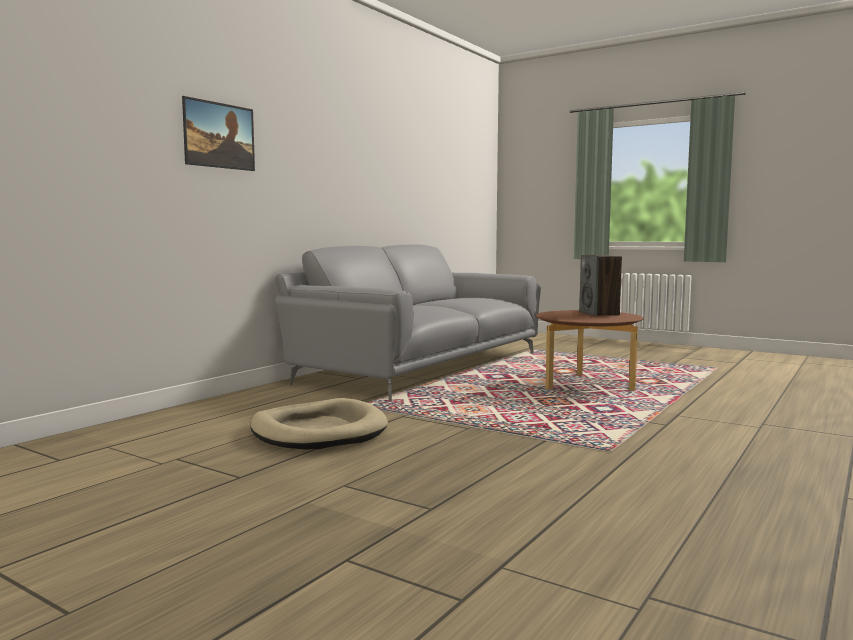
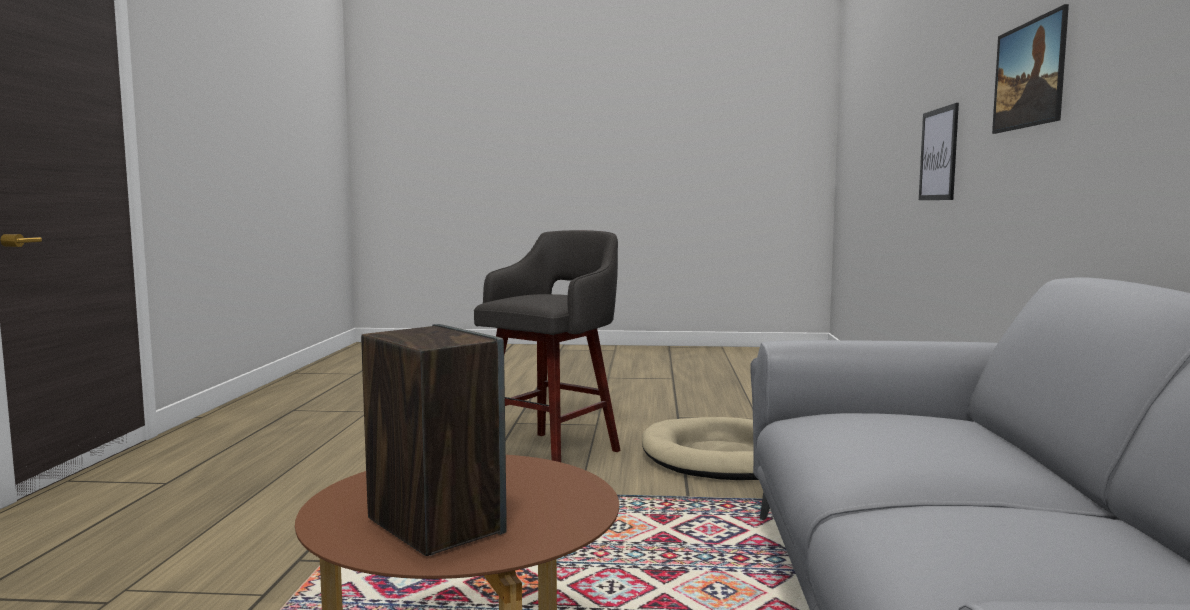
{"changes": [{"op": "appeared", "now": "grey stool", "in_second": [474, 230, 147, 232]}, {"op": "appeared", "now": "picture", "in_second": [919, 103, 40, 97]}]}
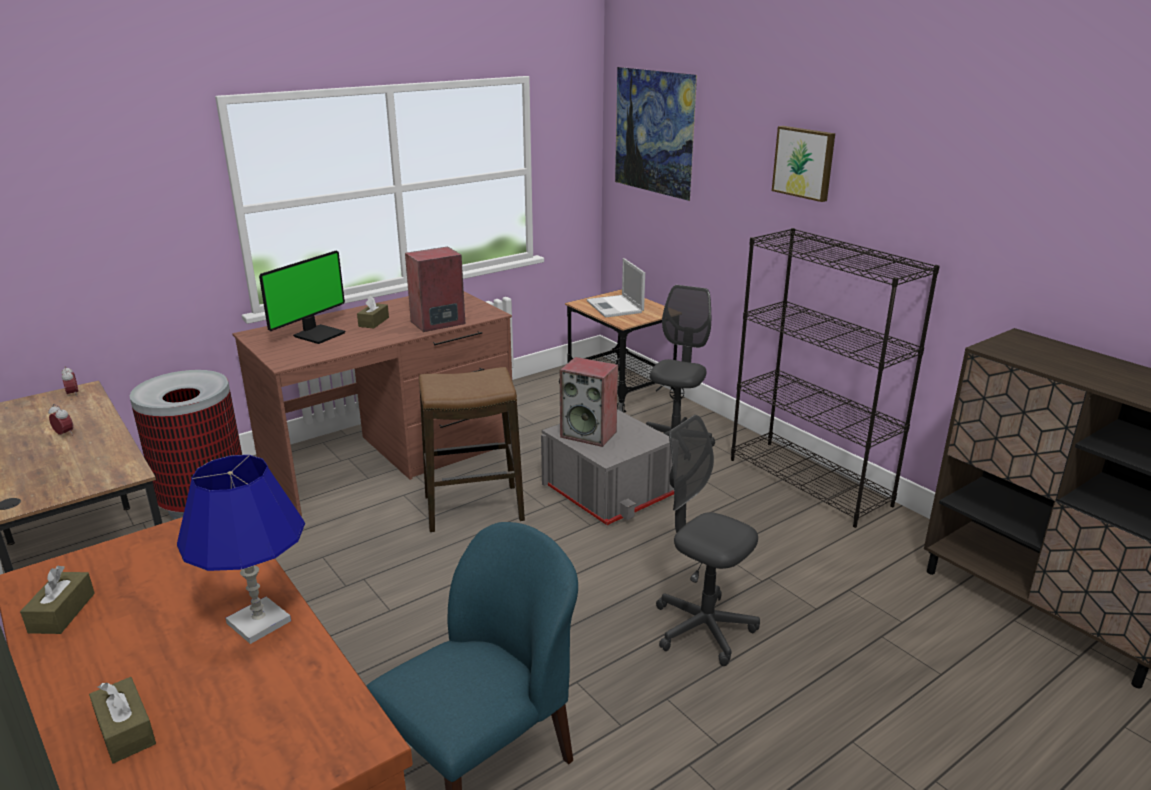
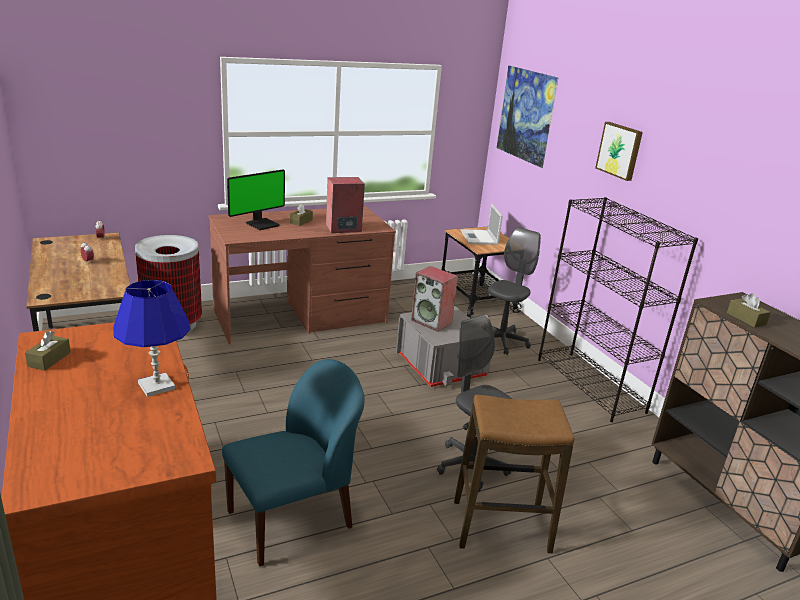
{"changes": [{"op": "relocated", "was": "brown tissue box", "in_first": [89, 677, 67, 87], "in_second": [727, 293, 44, 35]}, {"op": "relocated", "was": "stool", "in_first": [419, 367, 106, 165], "in_second": [454, 395, 120, 158]}]}
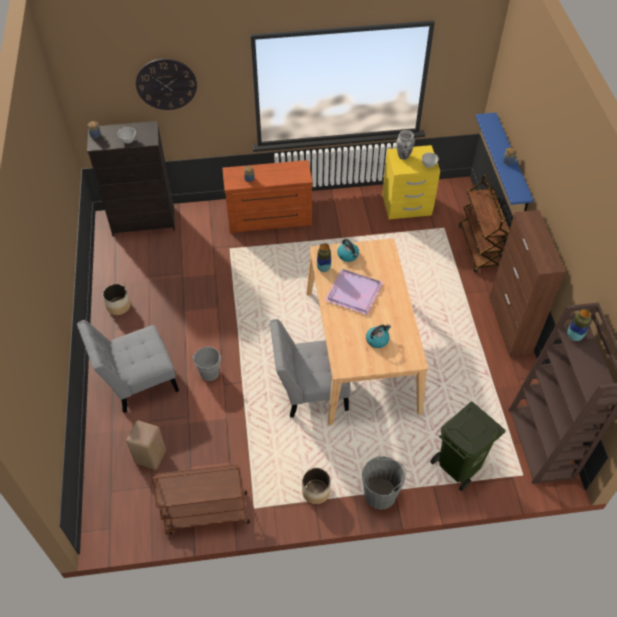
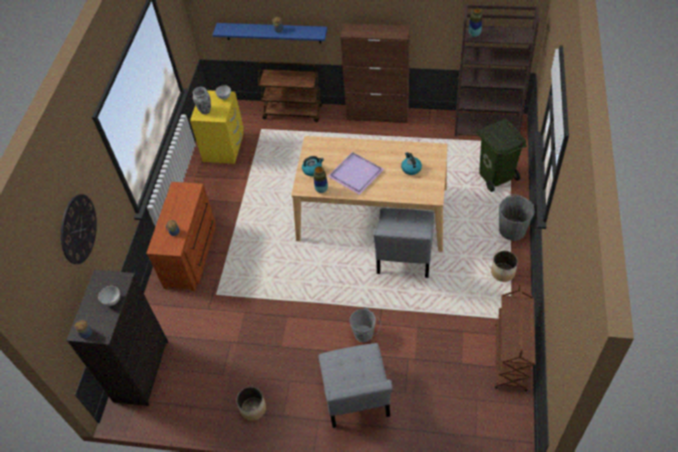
{"changes": [{"op": "missing", "was": "beige stool", "in_first": [126, 420, 40, 50]}]}
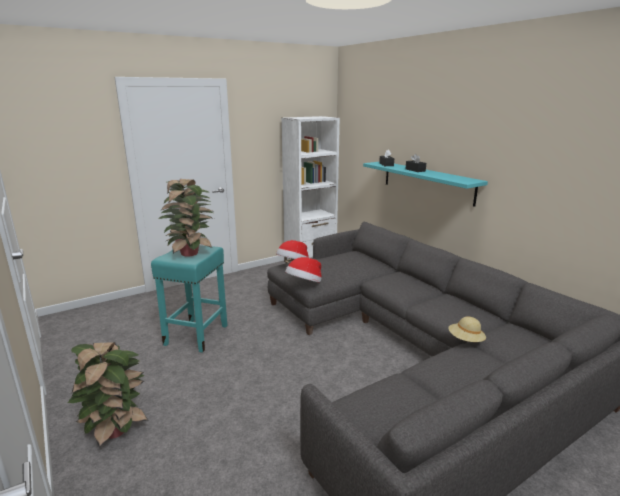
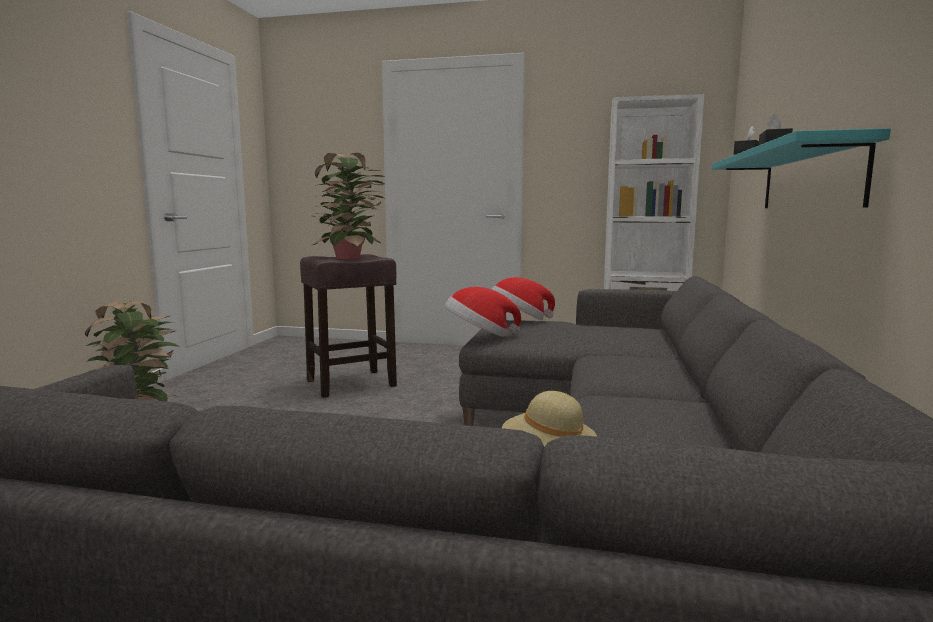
{"changes": [{"op": "colour", "was": "turquoise stool", "now": "brown stool", "in_first": [151, 245, 77, 108], "in_second": [300, 254, 97, 144]}]}
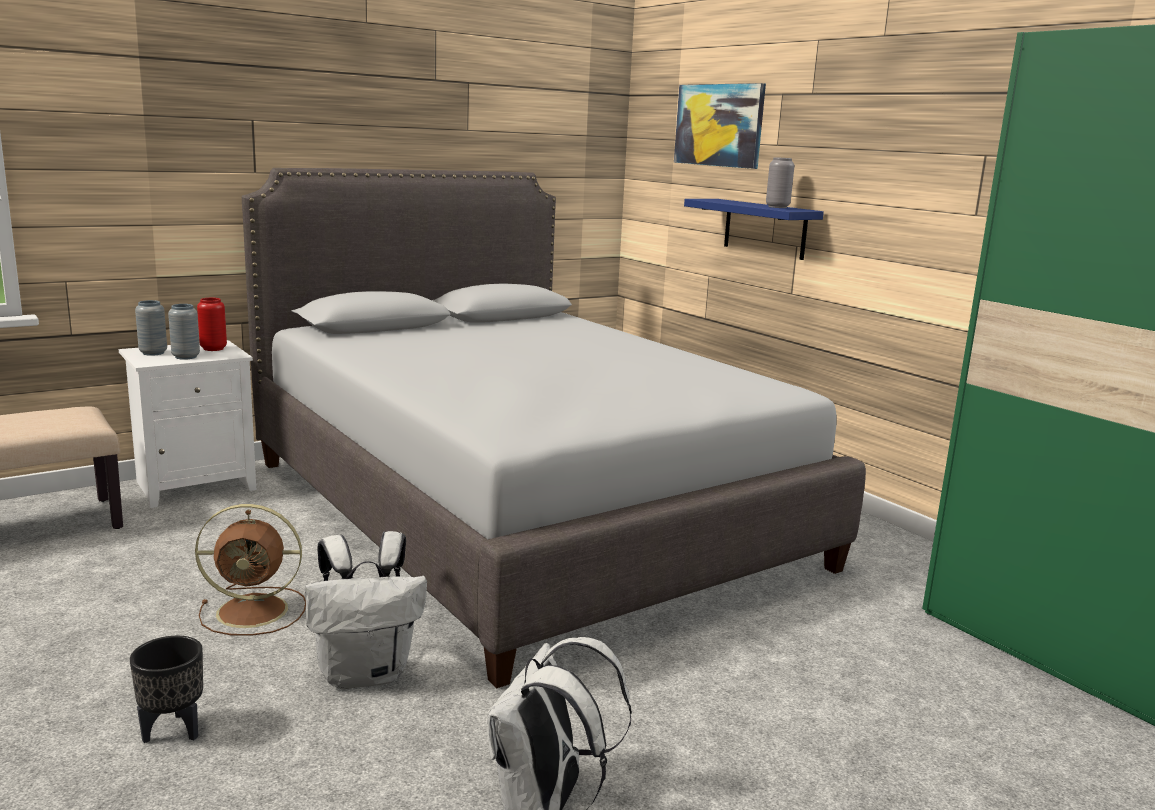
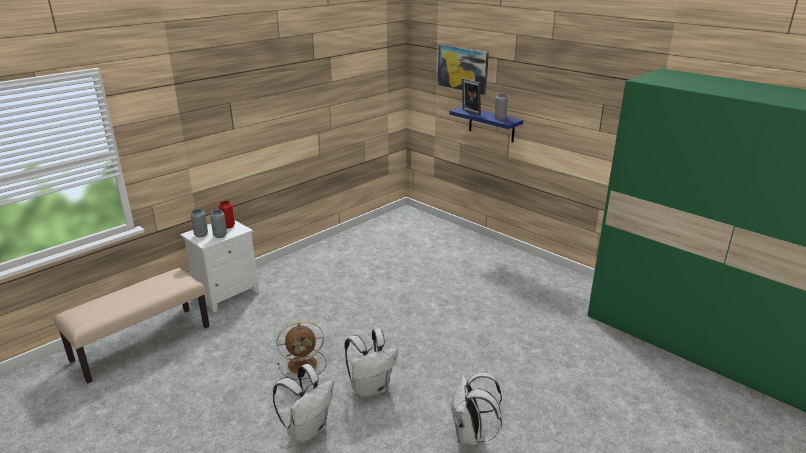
{"changes": [{"op": "exchanged", "was": "black planter", "now": "white backpack", "in_first": [130, 636, 73, 107], "in_second": [273, 364, 61, 79]}, {"op": "missing", "was": "grey bed", "in_first": [242, 168, 624, 520]}, {"op": "appeared", "now": "picture frame", "in_second": [462, 78, 19, 37]}]}
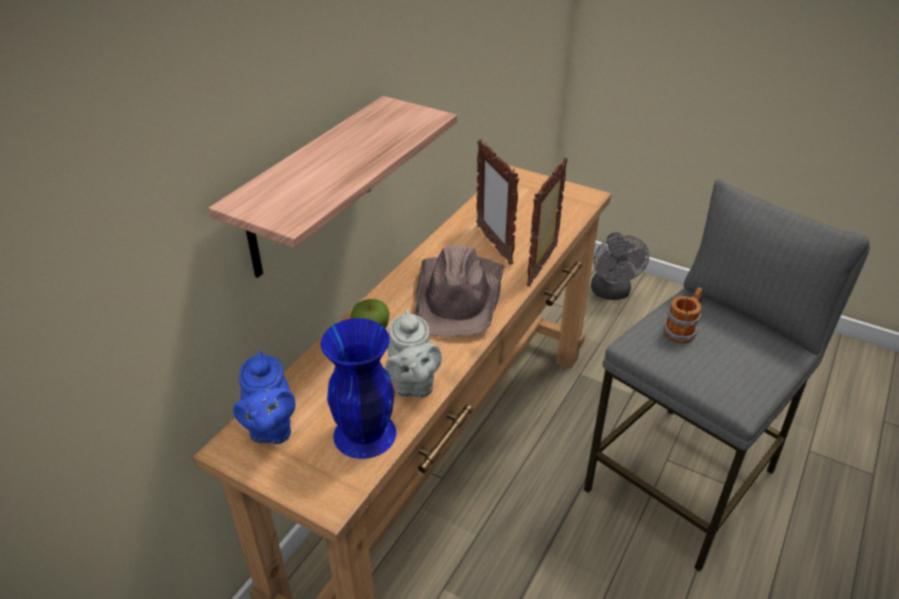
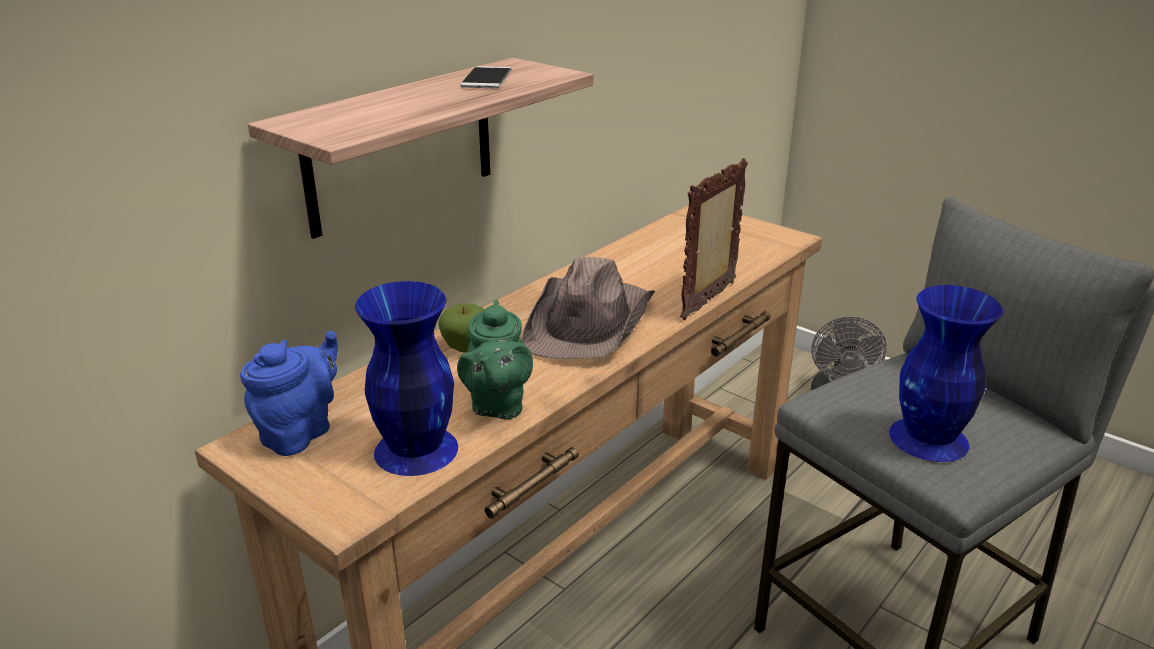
{"changes": [{"op": "spun", "was": "blue teapot", "in_first": [233, 351, 62, 93], "in_second": [240, 331, 98, 125], "clockwise": -150}, {"op": "colour", "was": "grey teapot", "now": "green teapot", "in_first": [385, 310, 57, 87], "in_second": [457, 299, 76, 120]}, {"op": "missing", "was": "picture frame", "in_first": [476, 139, 43, 126]}, {"op": "missing", "was": "mug", "in_first": [663, 287, 40, 57]}, {"op": "appeared", "now": "phone", "in_second": [460, 66, 52, 22]}, {"op": "appeared", "now": "blue vase", "in_second": [889, 285, 114, 177]}]}
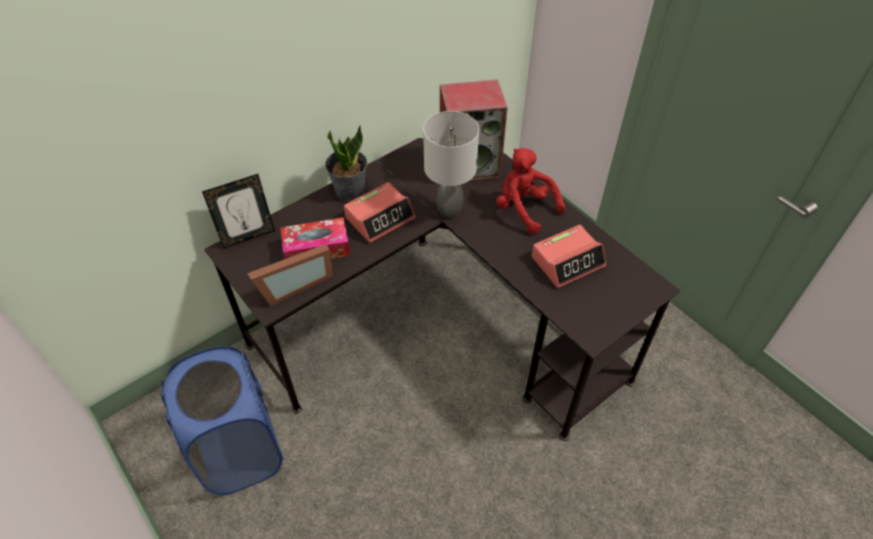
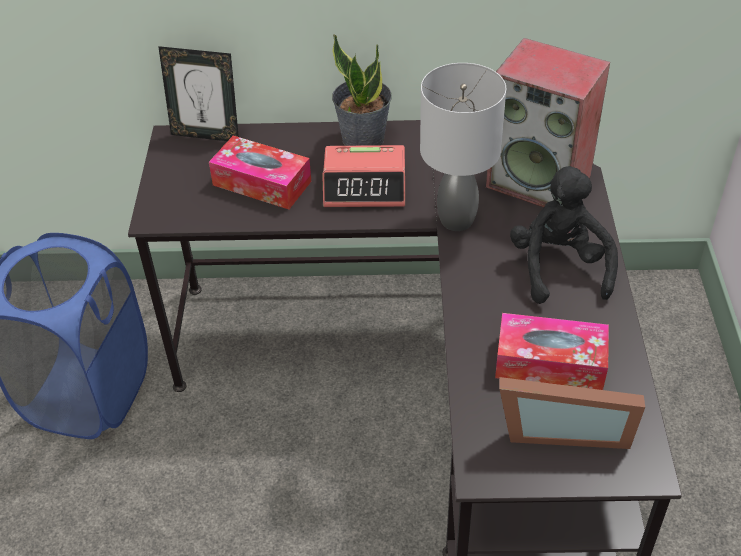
{"changes": [{"op": "relocated", "was": "picture frame", "in_first": [247, 244, 86, 62], "in_second": [499, 377, 146, 72]}, {"op": "colour", "was": "red plush toy", "now": "black plush toy", "in_first": [496, 148, 69, 86], "in_second": [510, 166, 108, 138]}, {"op": "exchanged", "was": "alarm clock", "now": "tissue box", "in_first": [532, 225, 74, 63], "in_second": [495, 313, 114, 77]}]}
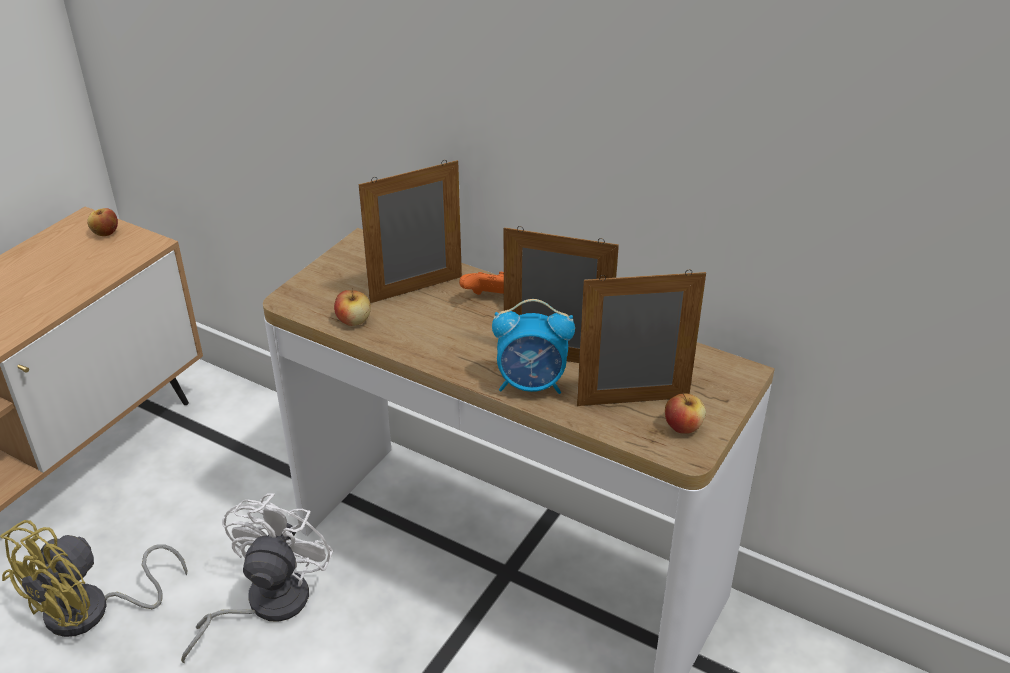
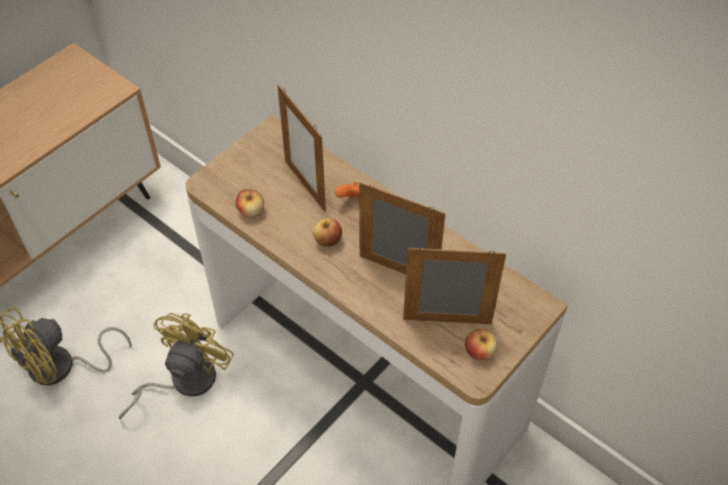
{"changes": [{"op": "relocated", "was": "apple", "in_first": [87, 208, 31, 28], "in_second": [313, 218, 29, 29]}, {"op": "colour", "was": "white fan", "now": "yellow fan", "in_first": [181, 493, 152, 171], "in_second": [119, 313, 115, 106]}, {"op": "spun", "was": "picture frame", "in_first": [359, 160, 103, 143], "in_second": [277, 85, 49, 127], "clockwise": -105}, {"op": "missing", "was": "alarm clock", "in_first": [492, 299, 83, 95]}]}
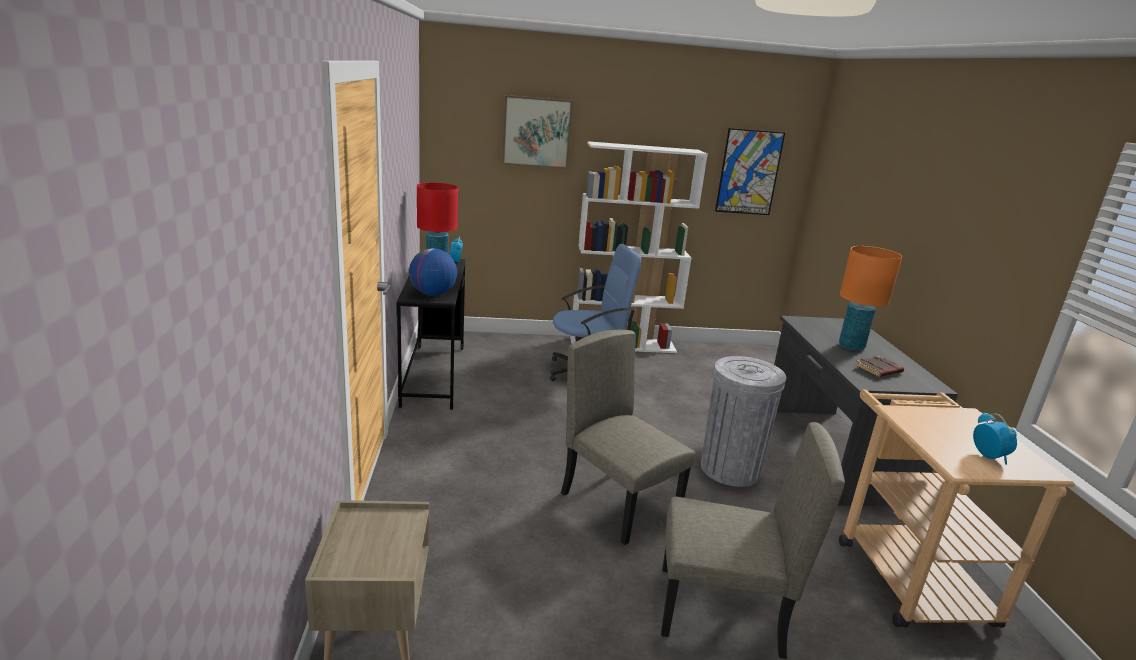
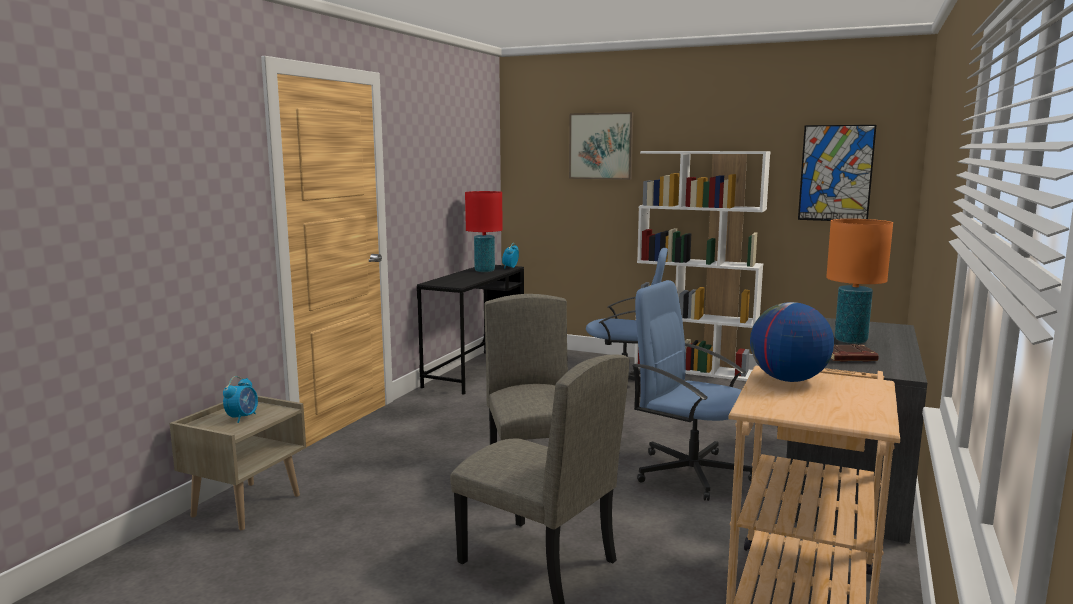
{"changes": [{"op": "relocated", "was": "globe", "in_first": [409, 248, 48, 48], "in_second": [750, 302, 84, 80]}, {"op": "exchanged", "was": "grey trash can", "now": "blue office chair", "in_first": [701, 356, 85, 131], "in_second": [632, 280, 120, 221]}, {"op": "relocated", "was": "alarm clock", "in_first": [973, 412, 44, 53], "in_second": [223, 376, 35, 47]}]}
